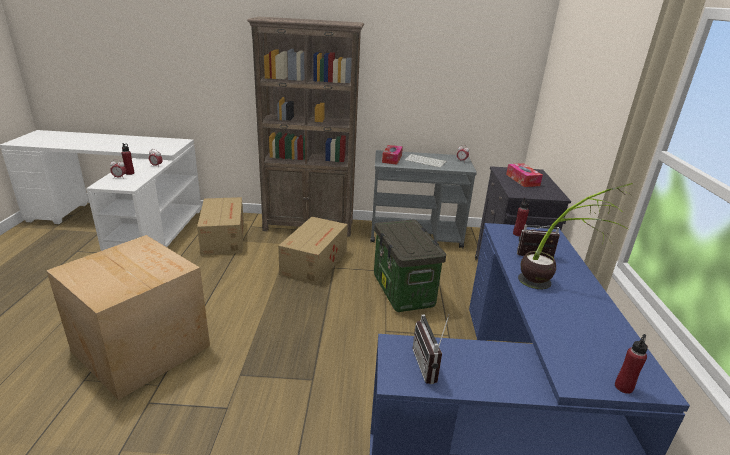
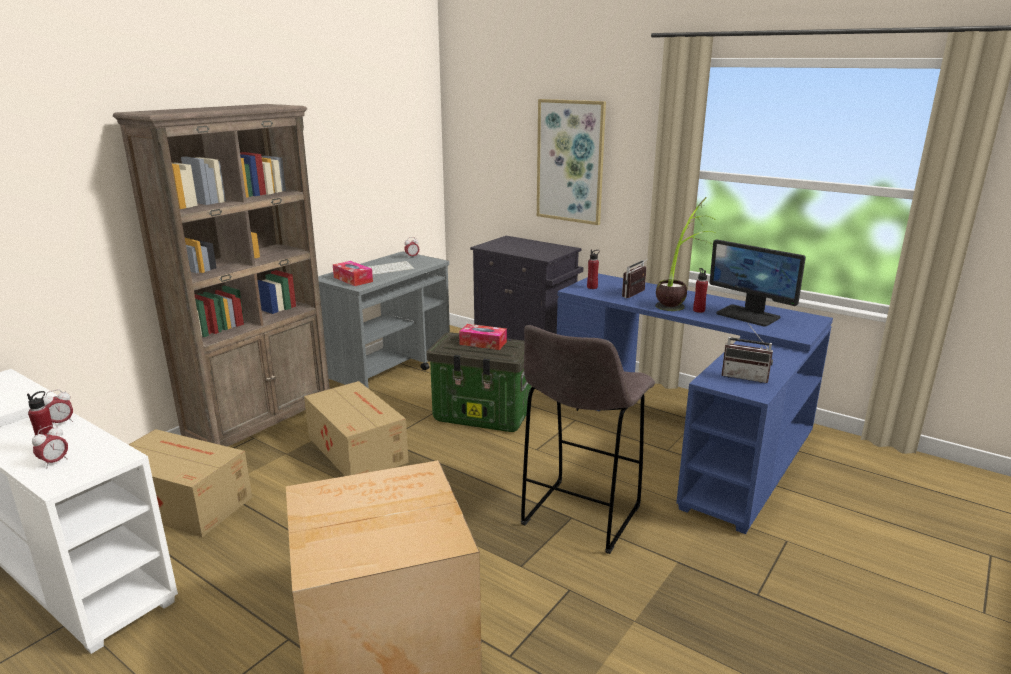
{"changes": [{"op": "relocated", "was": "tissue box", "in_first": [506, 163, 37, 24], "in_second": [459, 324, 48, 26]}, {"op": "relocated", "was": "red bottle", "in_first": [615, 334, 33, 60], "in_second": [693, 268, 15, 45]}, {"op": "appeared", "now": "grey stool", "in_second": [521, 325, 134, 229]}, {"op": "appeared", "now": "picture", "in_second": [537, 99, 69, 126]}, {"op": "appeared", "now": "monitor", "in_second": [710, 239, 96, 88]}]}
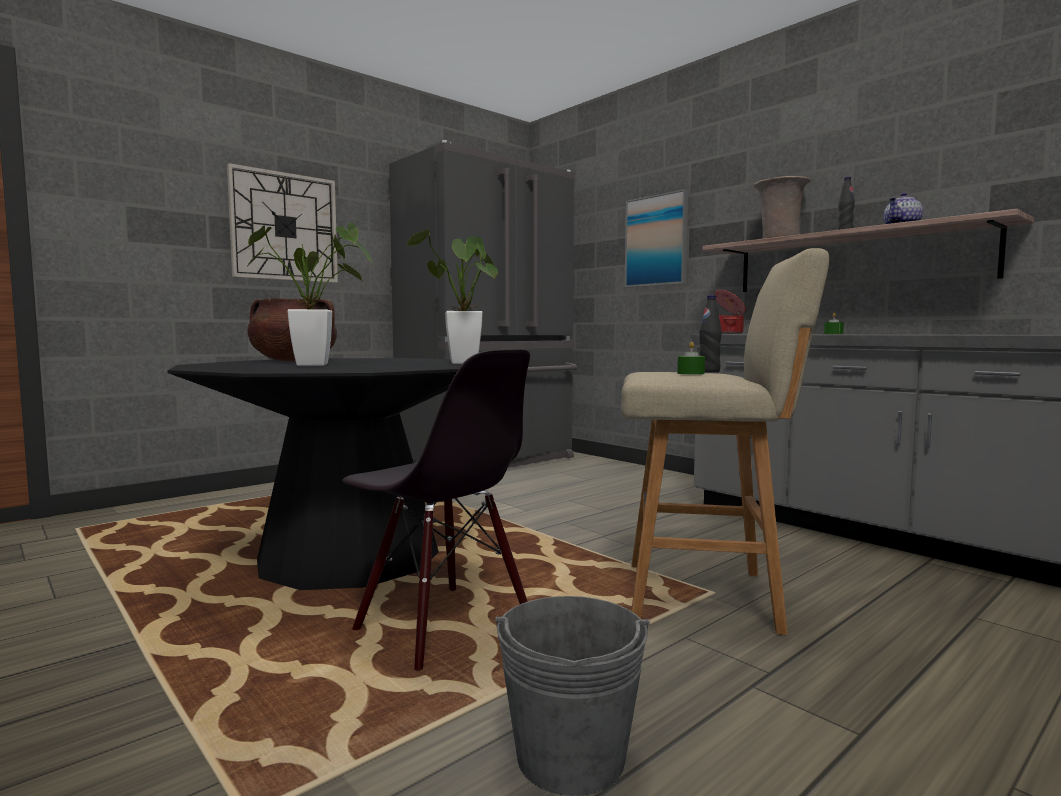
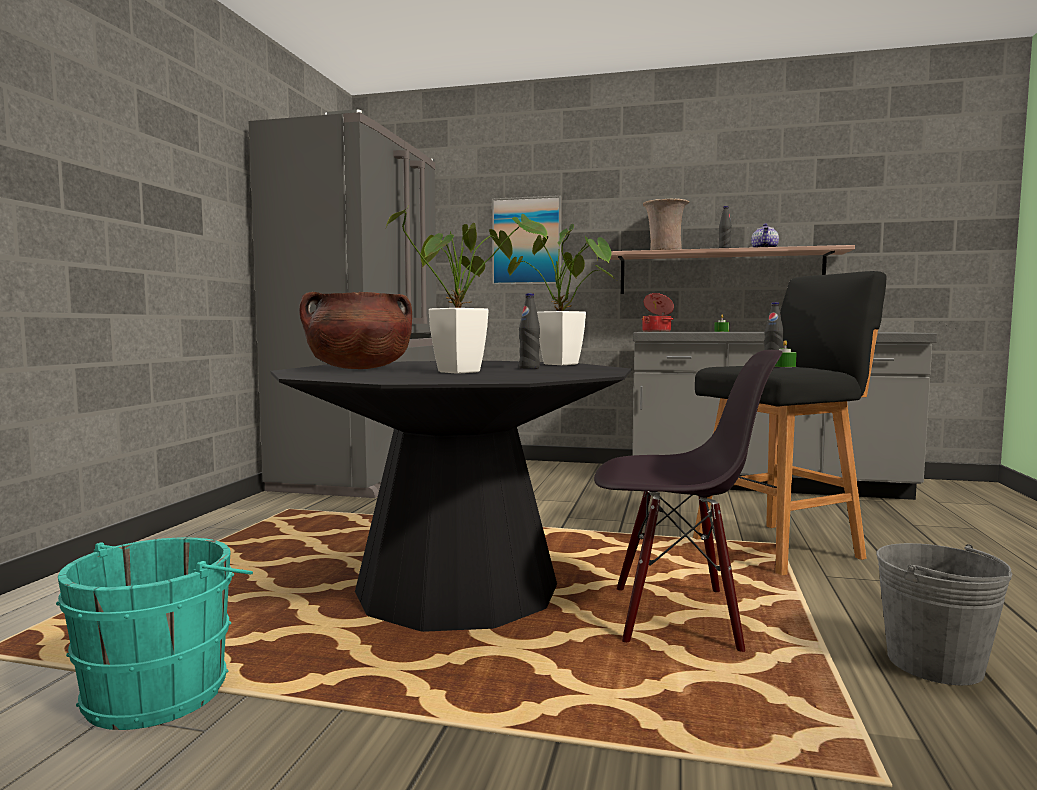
{"changes": [{"op": "missing", "was": "wall clock", "in_first": [227, 163, 111, 120]}, {"op": "colour", "was": "beige stool", "now": "black stool", "in_first": [621, 248, 208, 387], "in_second": [693, 271, 194, 304]}, {"op": "appeared", "now": "turquoise bucket", "in_second": [56, 537, 197, 193]}, {"op": "appeared", "now": "black bottle", "in_second": [519, 293, 21, 76]}]}
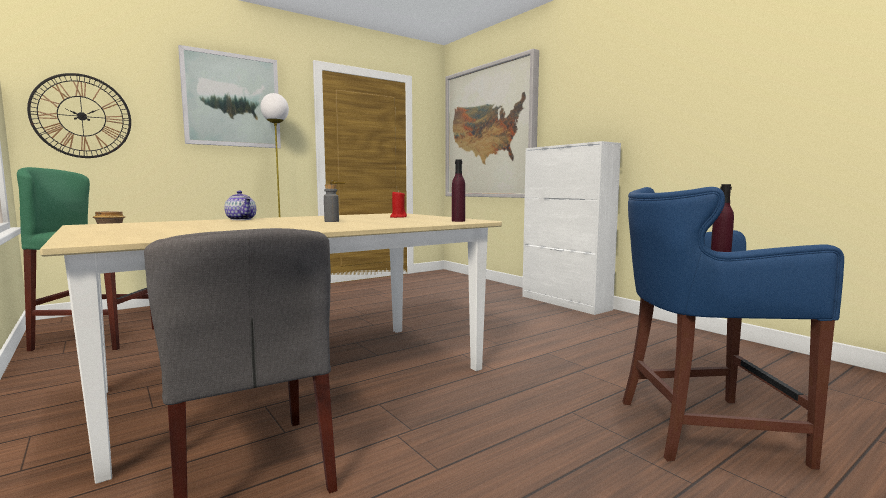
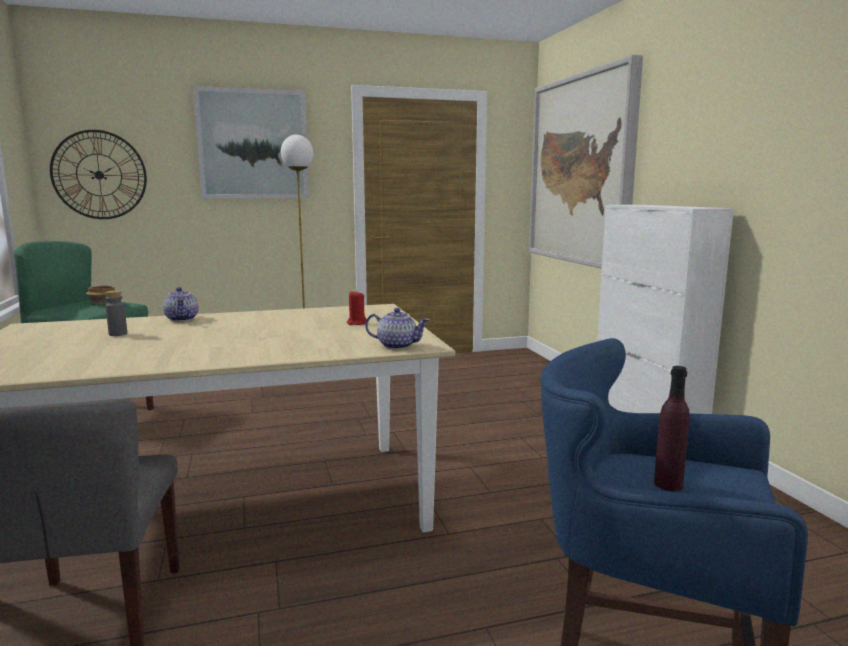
{"changes": [{"op": "relocated", "was": "grey bottle", "in_first": [324, 184, 15, 38], "in_second": [105, 290, 22, 46]}, {"op": "exchanged", "was": "purple bottle", "now": "teapot", "in_first": [452, 159, 13, 63], "in_second": [365, 308, 65, 41]}]}
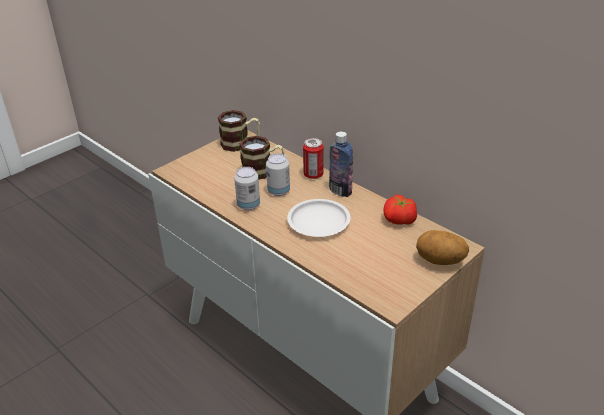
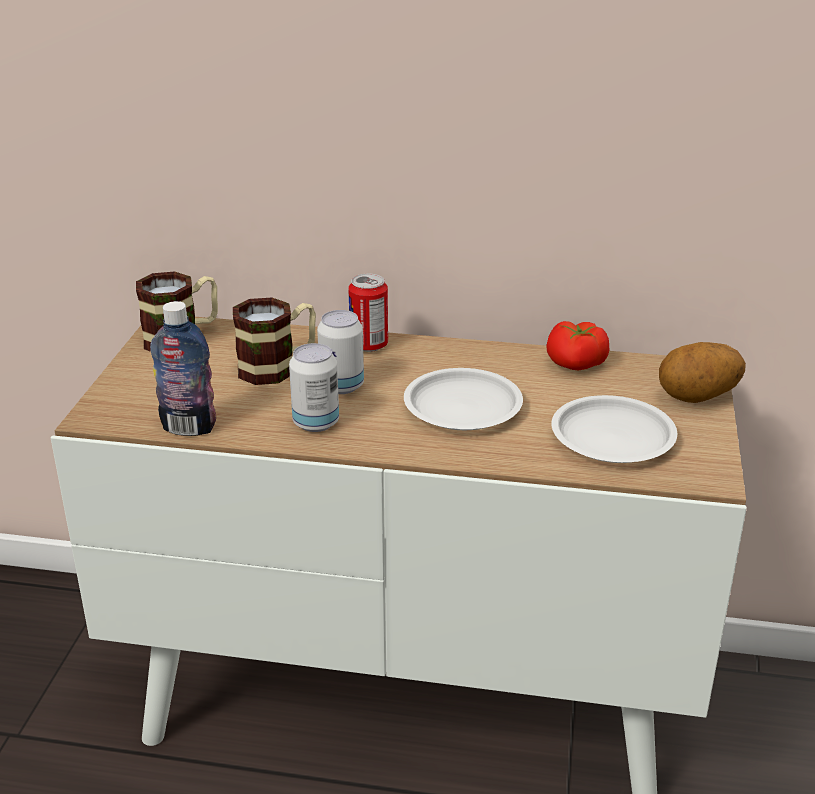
{"changes": [{"op": "relocated", "was": "bottle", "in_first": [329, 132, 24, 65], "in_second": [150, 301, 66, 135]}, {"op": "appeared", "now": "white plate", "in_second": [551, 395, 126, 68]}]}
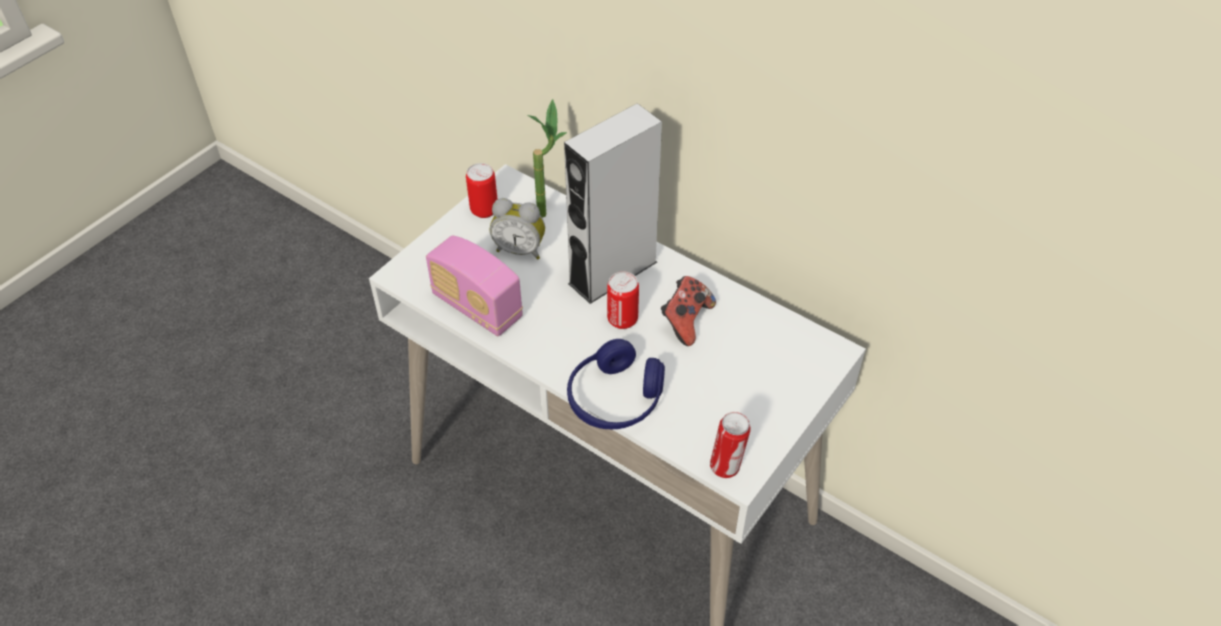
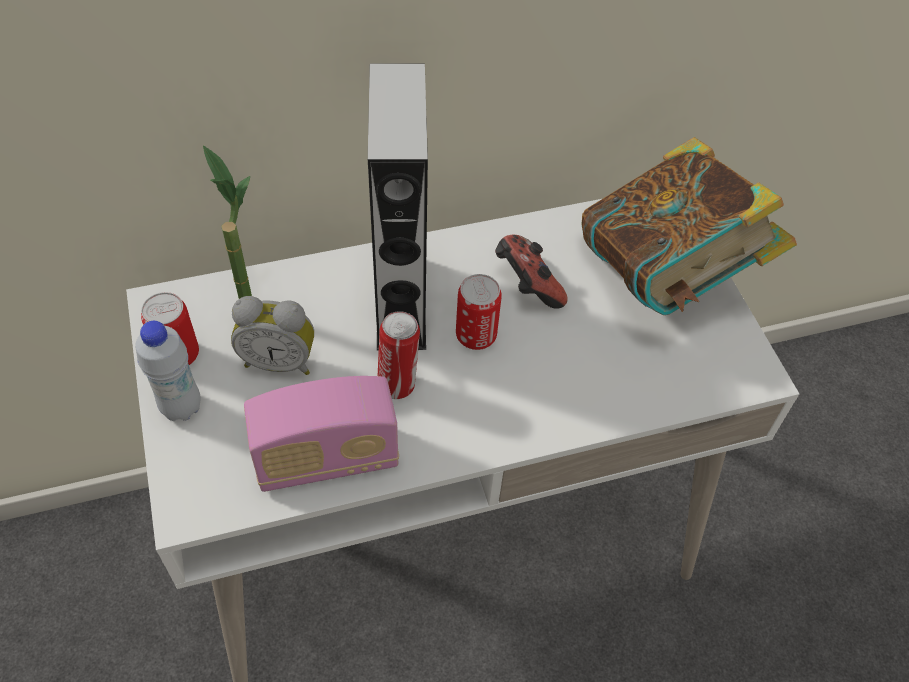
{"changes": [{"op": "spun", "was": "alarm clock", "in_first": [490, 198, 55, 61], "in_second": [231, 296, 83, 79], "clockwise": 45}, {"op": "missing", "was": "blue headphones", "in_first": [567, 339, 98, 90]}, {"op": "relocated", "was": "can", "in_first": [710, 412, 40, 66], "in_second": [378, 311, 42, 88]}, {"op": "appeared", "now": "white bottle", "in_second": [135, 321, 66, 100]}, {"op": "appeared", "now": "book", "in_second": [582, 137, 215, 178]}]}
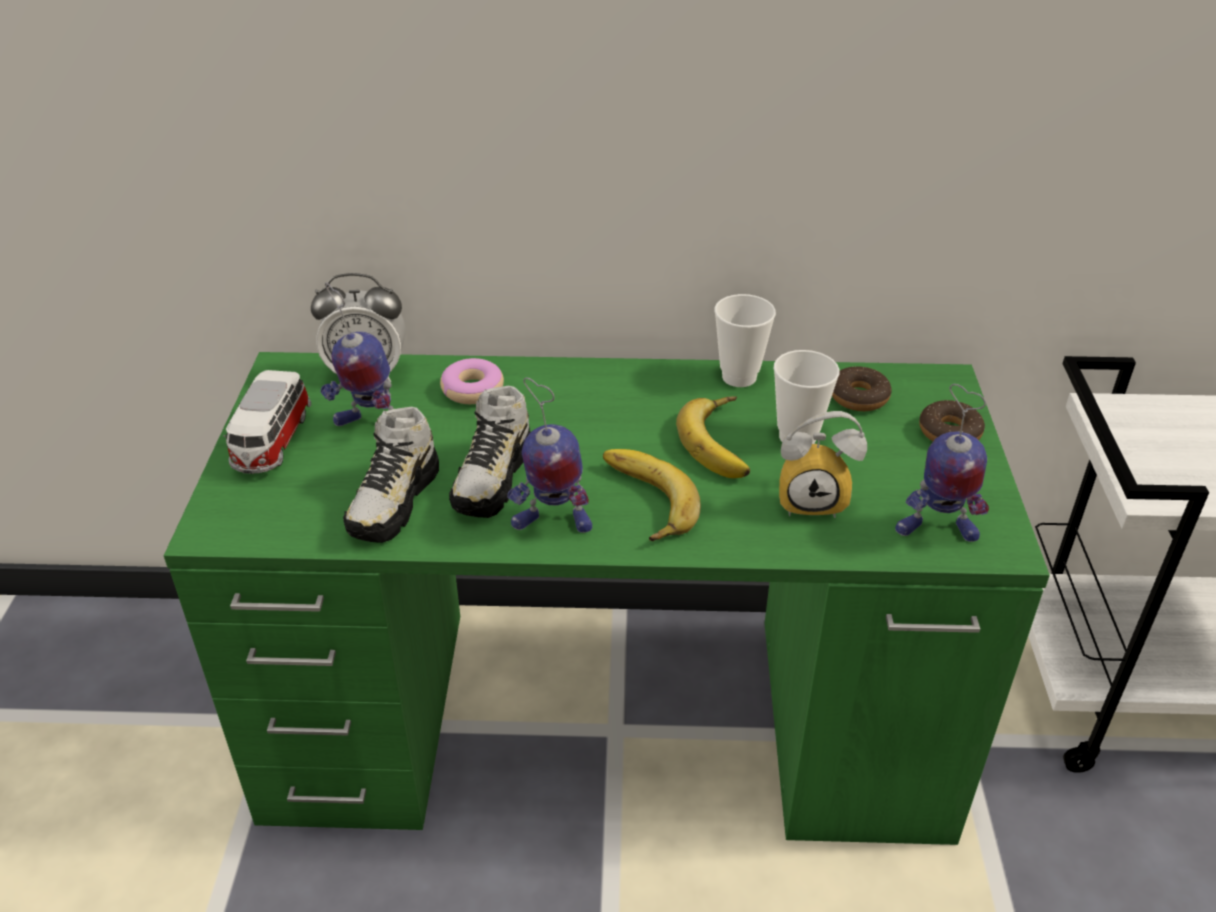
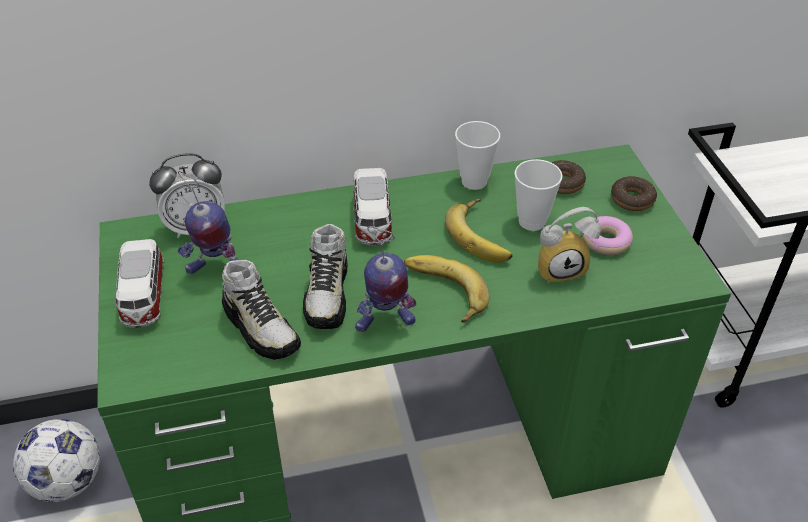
{"changes": [{"op": "spun", "was": "shoe", "in_first": [343, 407, 96, 136], "in_second": [222, 260, 79, 100], "clockwise": -45}, {"op": "relocated", "was": "donut", "in_first": [440, 358, 64, 46], "in_second": [582, 216, 51, 39]}, {"op": "missing", "was": "toy robot", "in_first": [895, 384, 94, 158]}, {"op": "appeared", "now": "football", "in_second": [13, 419, 87, 83]}, {"op": "appeared", "now": "toy car", "in_second": [353, 168, 40, 78]}]}
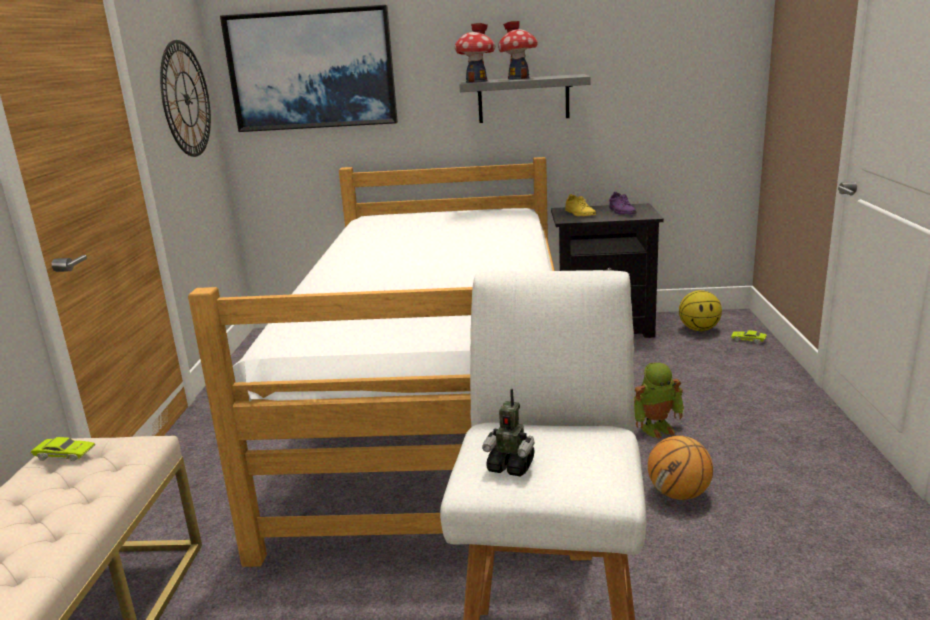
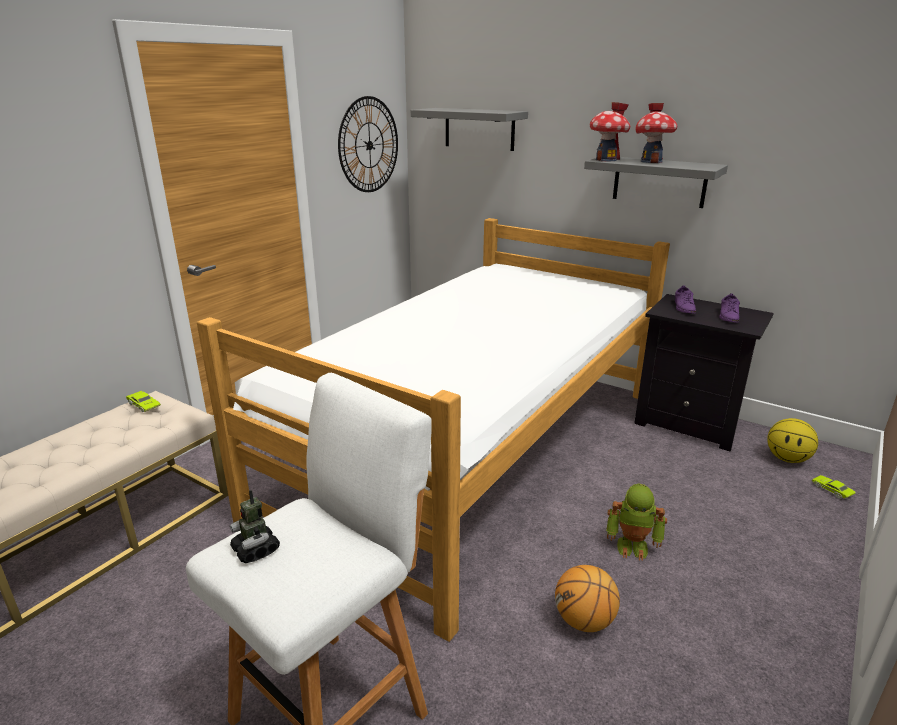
{"changes": [{"op": "exchanged", "was": "picture", "now": "grey shelf", "in_first": [220, 5, 178, 127], "in_second": [411, 108, 117, 43]}, {"op": "colour", "was": "yellow shoe", "now": "purple shoe", "in_first": [565, 194, 31, 22], "in_second": [675, 286, 21, 28]}]}
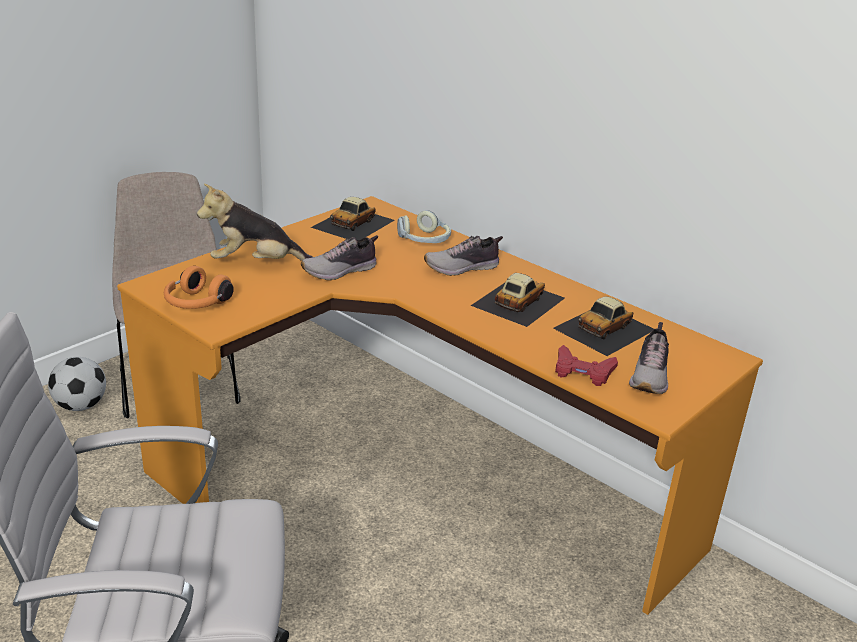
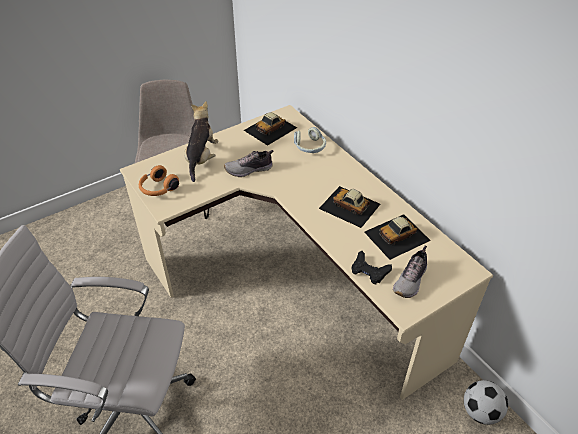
{"changes": [{"op": "relocated", "was": "football", "in_first": [48, 357, 58, 54], "in_second": [464, 380, 44, 45]}, {"op": "colour", "was": "orange desk", "now": "beige desk", "in_first": [117, 196, 646, 419], "in_second": [120, 105, 373, 295]}, {"op": "spun", "was": "plush toy", "in_first": [197, 183, 116, 78], "in_second": [184, 101, 35, 81], "clockwise": 90}, {"op": "missing", "was": "shoe", "in_first": [424, 236, 79, 40]}, {"op": "spun", "was": "toy car", "in_first": [470, 273, 95, 54], "in_second": [319, 186, 62, 42], "clockwise": -105}, {"op": "colour", "was": "red game controller", "now": "black game controller", "in_first": [555, 345, 63, 41], "in_second": [351, 251, 41, 33]}]}
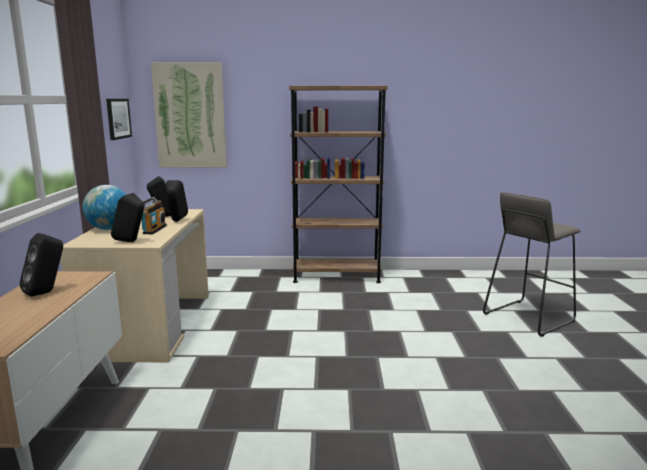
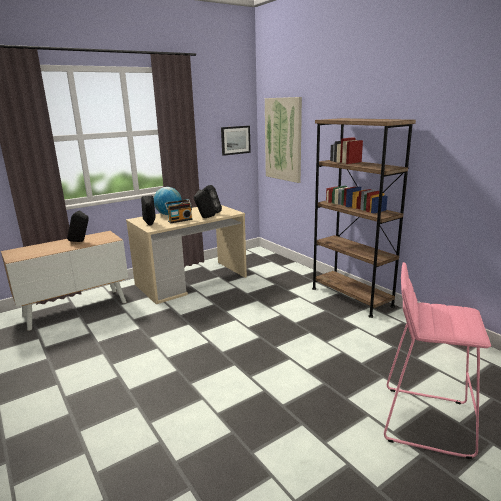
{"changes": [{"op": "colour", "was": "grey stool", "now": "pink stool", "in_first": [483, 192, 98, 145], "in_second": [384, 262, 107, 197]}]}
